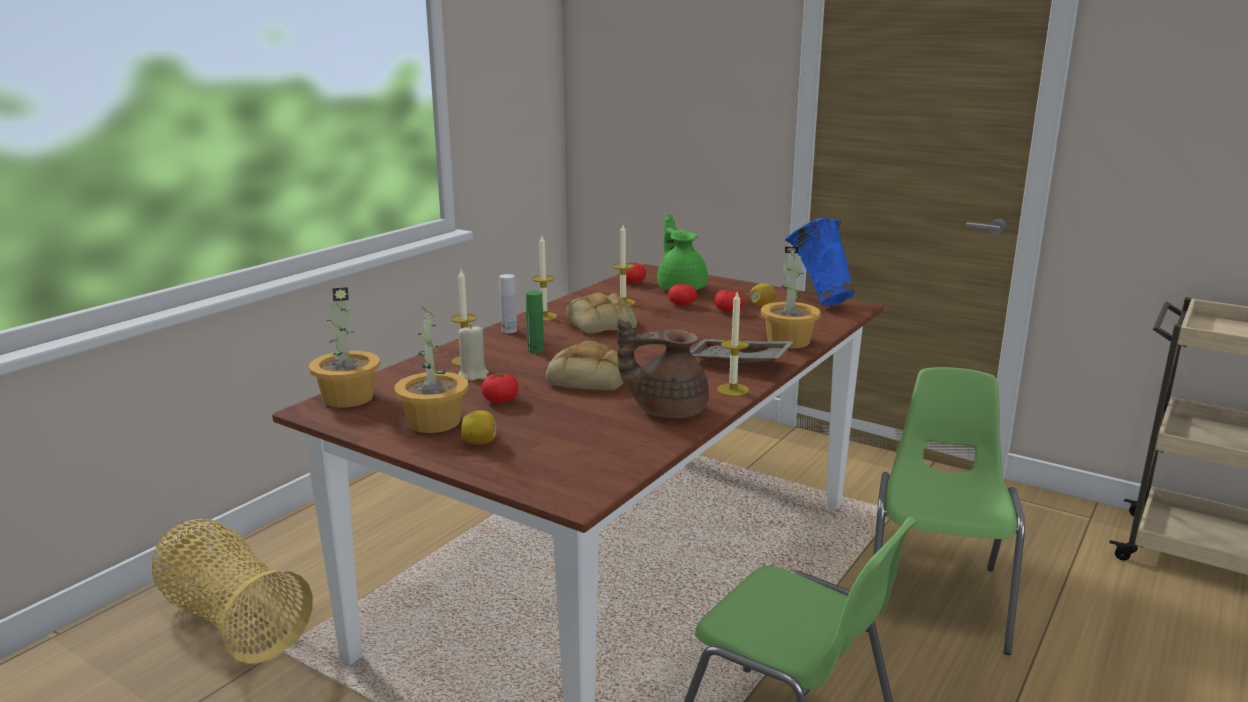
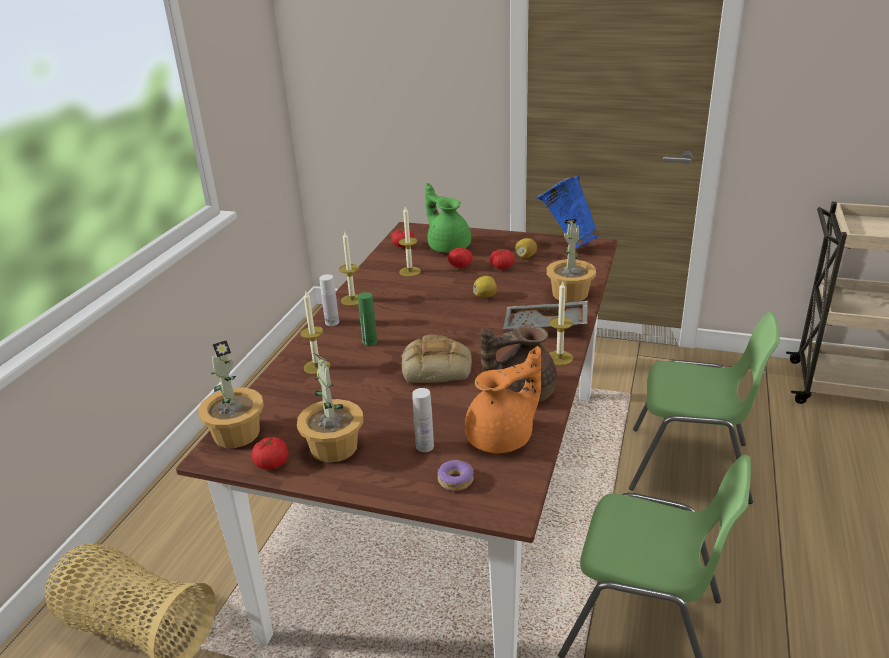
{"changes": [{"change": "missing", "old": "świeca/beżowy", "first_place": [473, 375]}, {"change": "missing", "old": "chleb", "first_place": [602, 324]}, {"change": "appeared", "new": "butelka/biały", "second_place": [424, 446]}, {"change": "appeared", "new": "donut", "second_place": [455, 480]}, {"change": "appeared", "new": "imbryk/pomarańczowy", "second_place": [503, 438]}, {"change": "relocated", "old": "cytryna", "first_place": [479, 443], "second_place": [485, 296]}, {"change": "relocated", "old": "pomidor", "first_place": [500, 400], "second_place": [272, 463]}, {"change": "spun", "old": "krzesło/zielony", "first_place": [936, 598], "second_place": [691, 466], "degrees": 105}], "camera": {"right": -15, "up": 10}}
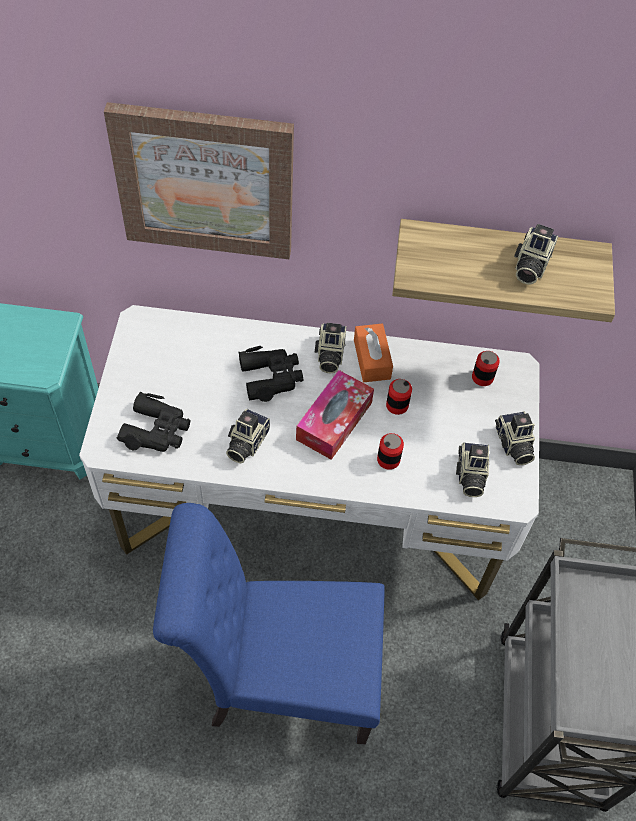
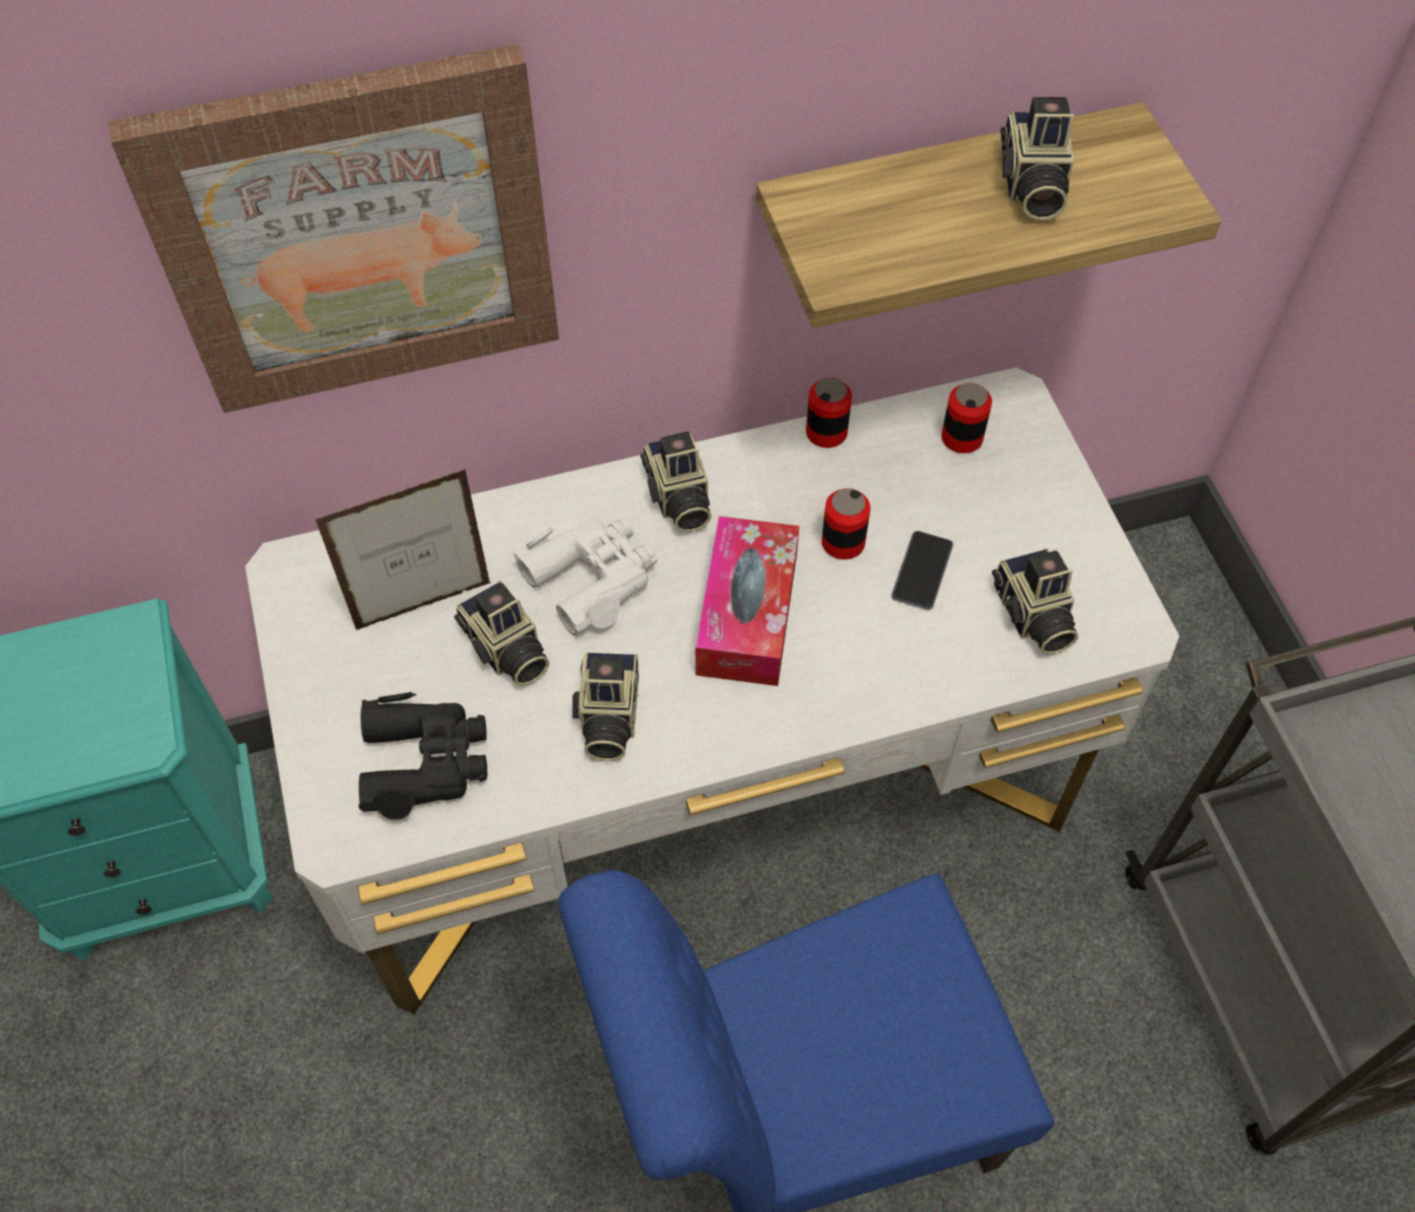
{"changes": [{"change": "missing", "old": "pudełko chusteczek/pomarańczowy", "first_place": [372, 359]}, {"change": "appeared", "new": "ramka na zdjęcie", "second_place": [424, 606]}, {"change": "appeared", "new": "telefon", "second_place": [922, 571]}, {"change": "relocated", "old": "puszka", "first_place": [388, 460], "second_place": [826, 432]}, {"change": "relocated", "old": "aparat fotograficzny", "first_place": [513, 445], "second_place": [505, 650]}, {"change": "colour", "old": "lornetka/czarny", "new": "lornetka/biały", "first_place": [271, 377], "second_place": [592, 578]}], "camera": {"right": -20, "up": 0}}
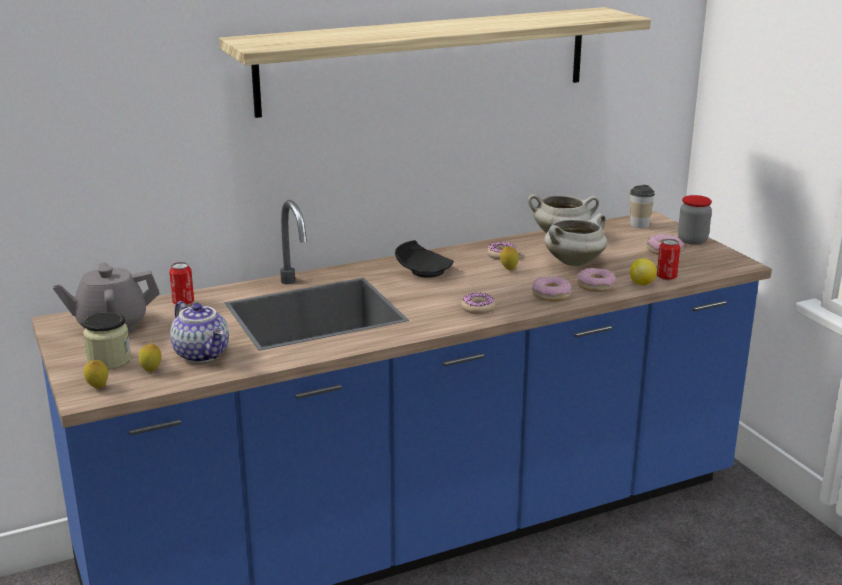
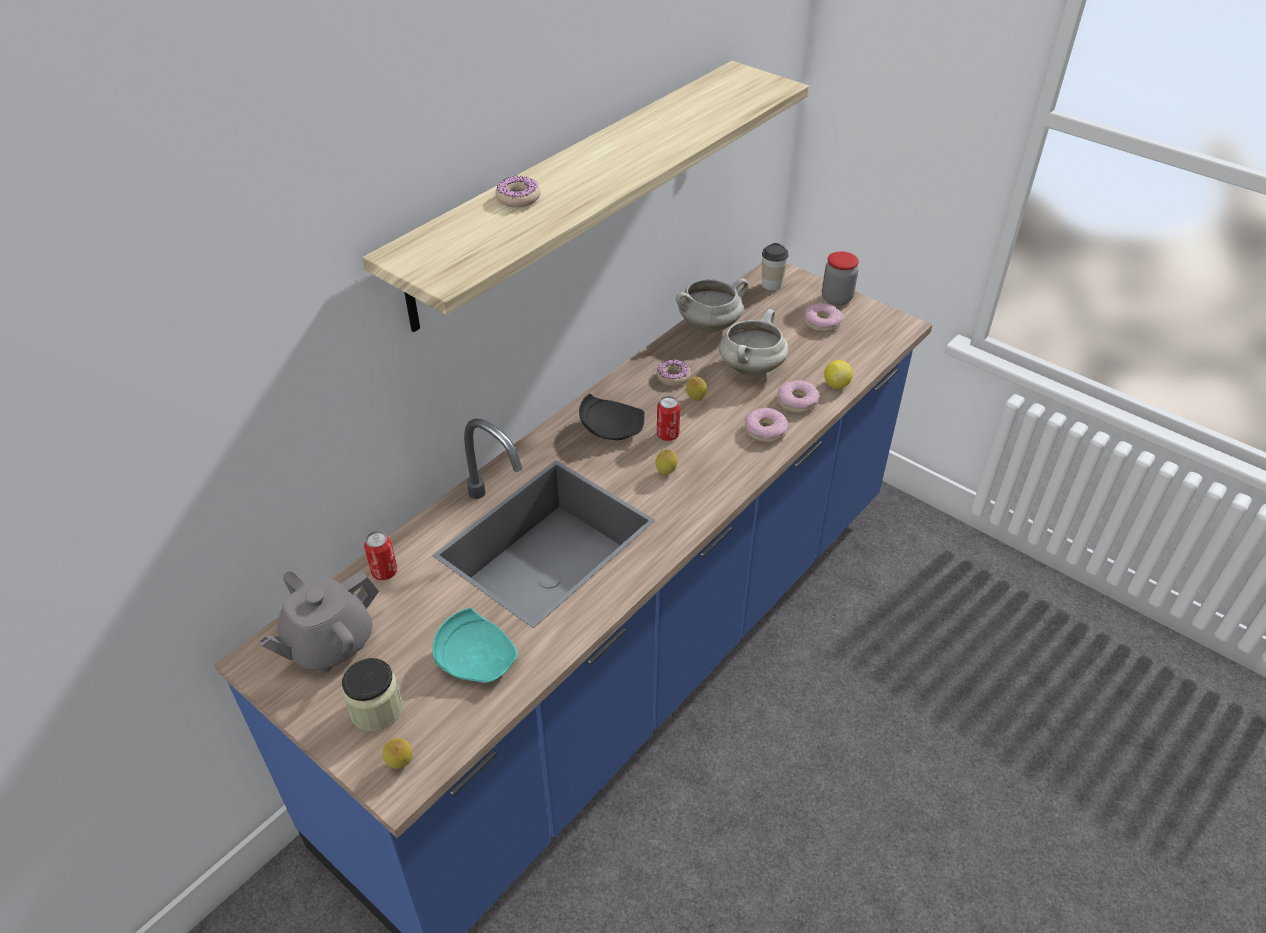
{"changes": [{"change": "relocated", "old": "cytryna", "first_place": [151, 371], "second_place": [666, 473]}, {"change": "relocated", "old": "donut", "first_place": [478, 308], "second_place": [518, 198]}, {"change": "relocated", "old": "puszka", "first_place": [666, 277], "second_place": [667, 435]}, {"change": "exchanged", "old": "imbryk", "new": "talerz/turkusowy", "first_place": [203, 354], "second_place": [477, 658]}], "camera": {"right": -25, "up": 20}}
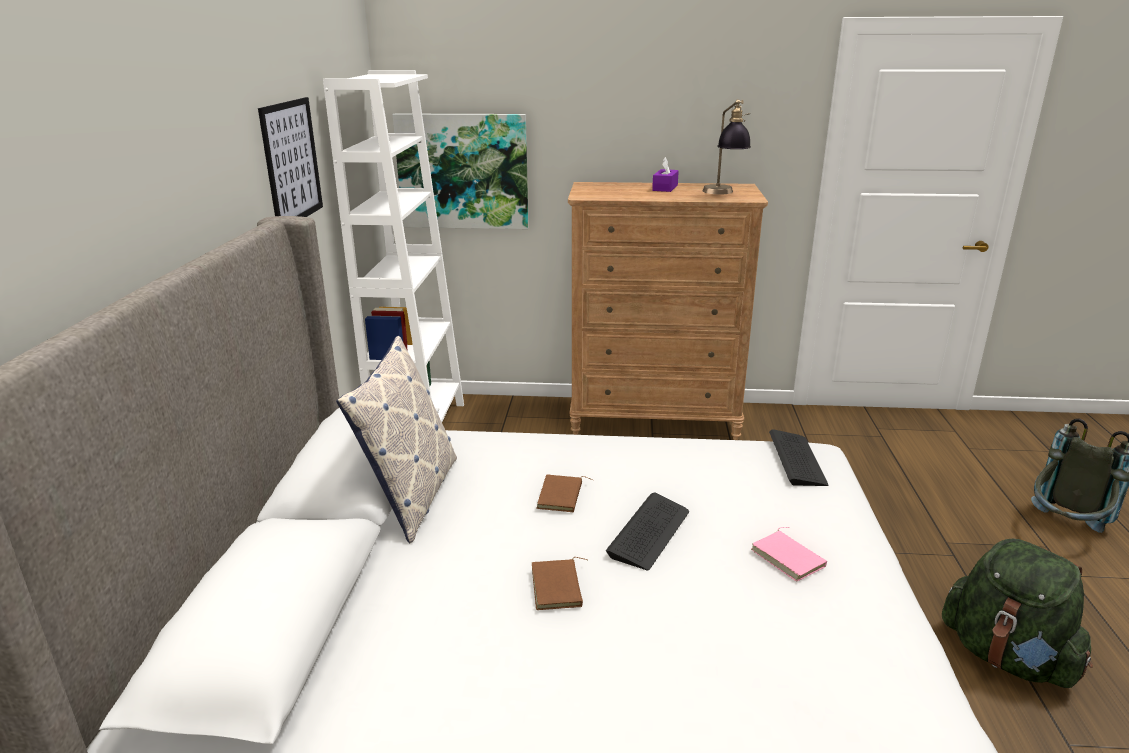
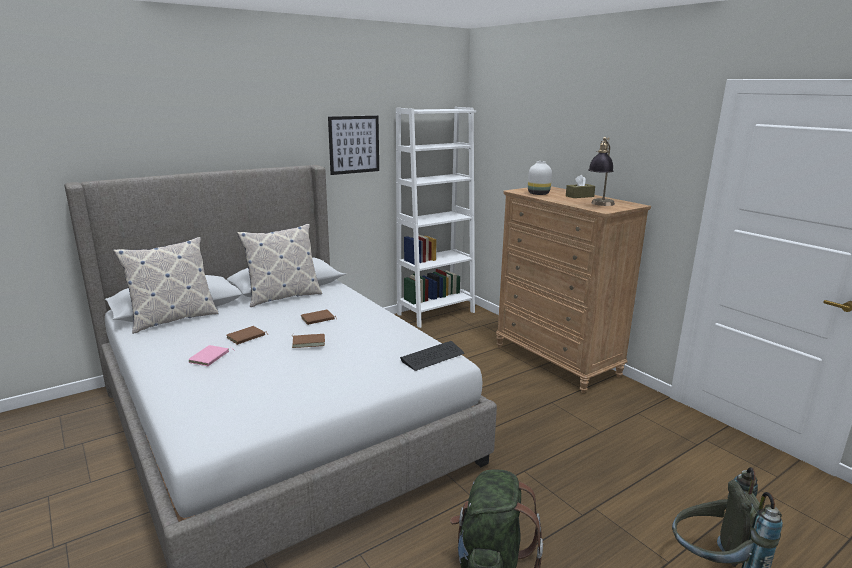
{"changes": [{"change": "missing", "old": "obraz", "first_place": [463, 171]}, {"change": "appeared", "new": "poduszka", "second_place": [173, 319]}, {"change": "appeared", "new": "wazon/biały", "second_place": [537, 194]}, {"change": "relocated", "old": "książka/różowy", "first_place": [789, 558], "second_place": [210, 358]}, {"change": "exchanged", "old": "klawiatura", "new": "książka/brązowy", "first_place": [649, 532], "second_place": [309, 342]}, {"change": "colour", "old": "pudełko chusteczek/fioletowy", "new": "pudełko chusteczek/brązowy", "first_place": [665, 188], "second_place": [579, 196]}], "camera": {"right": 50, "up": -5}}
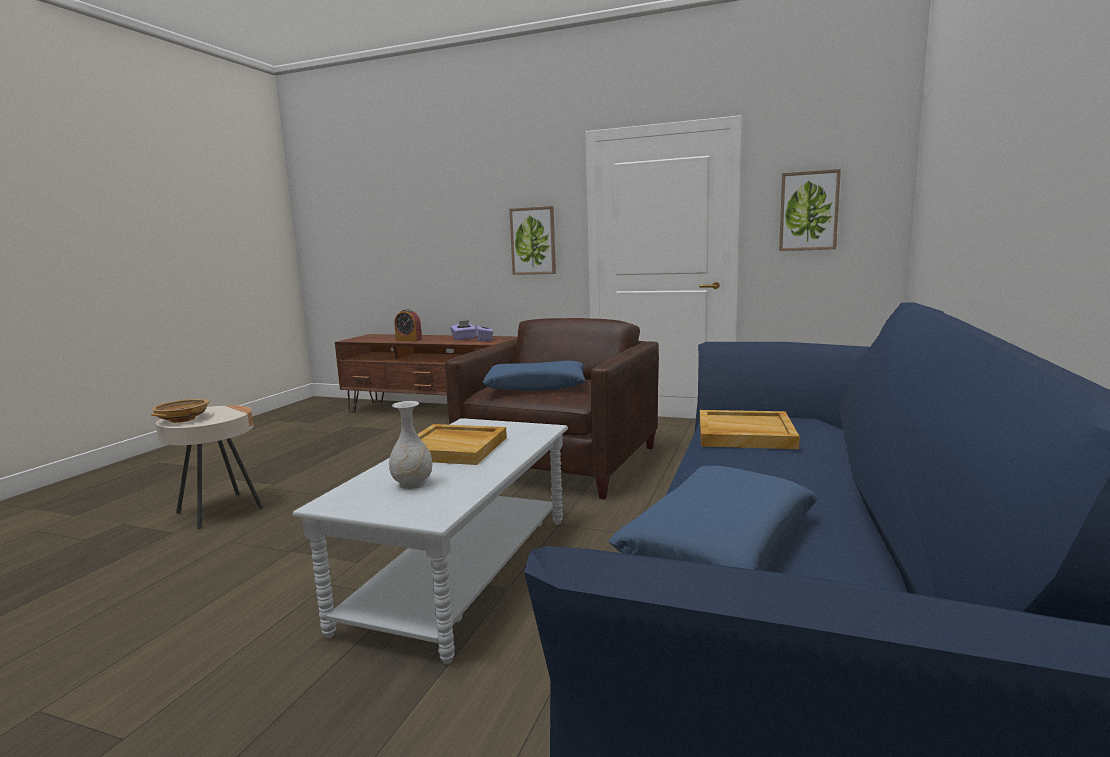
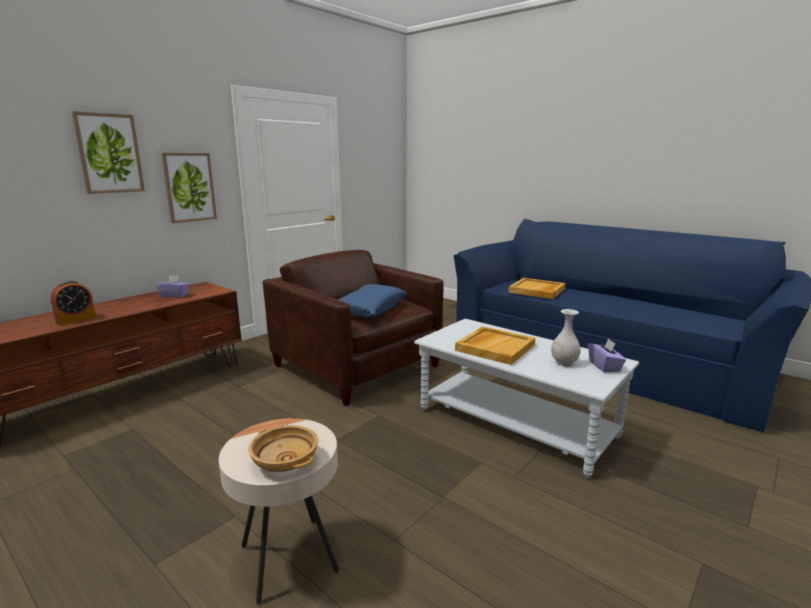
{"changes": [{"change": "missing", "old": "poduszka/niebieski", "first_place": [719, 543]}, {"change": "relocated", "old": "pudełko chusteczek/fioletowy", "first_place": [464, 338], "second_place": [605, 366]}, {"change": "relocated", "old": "obraz", "first_place": [808, 211], "second_place": [109, 153]}], "camera": {"right": -70, "up": 5}}
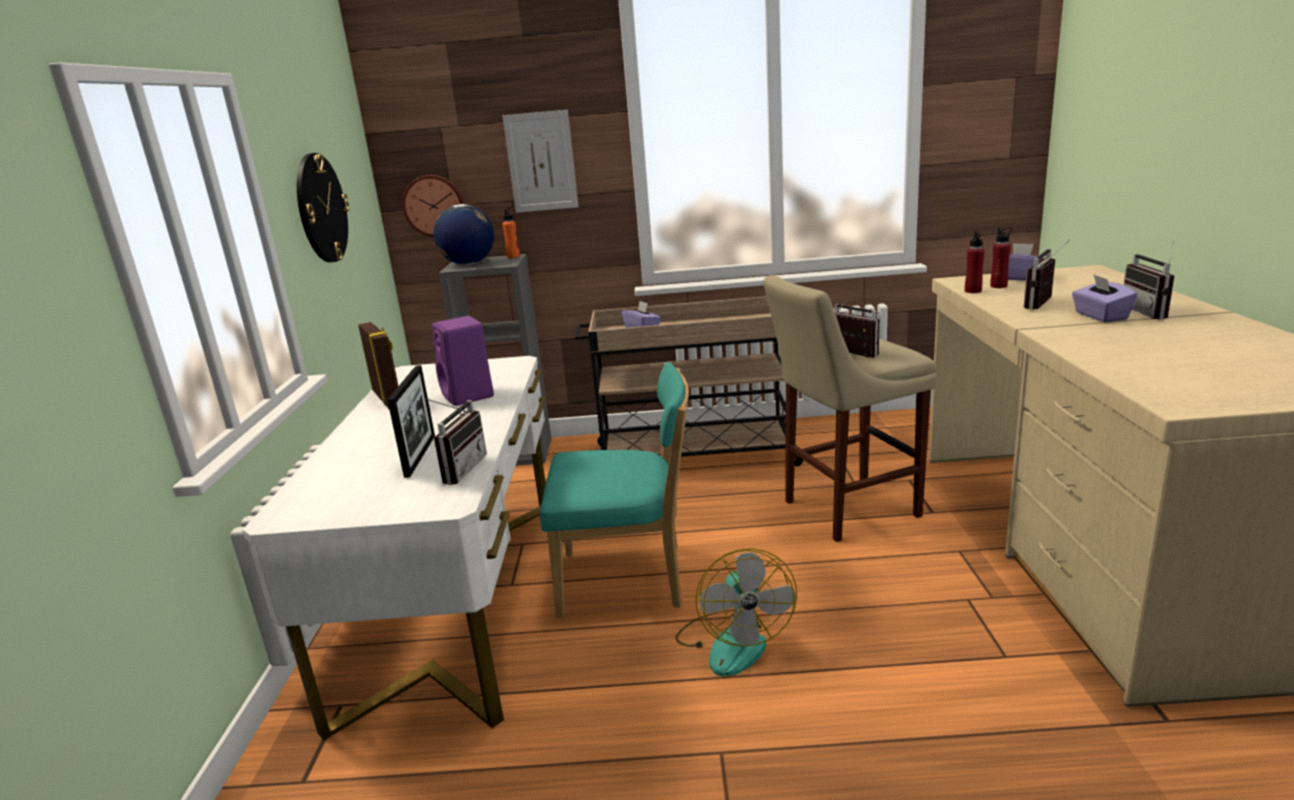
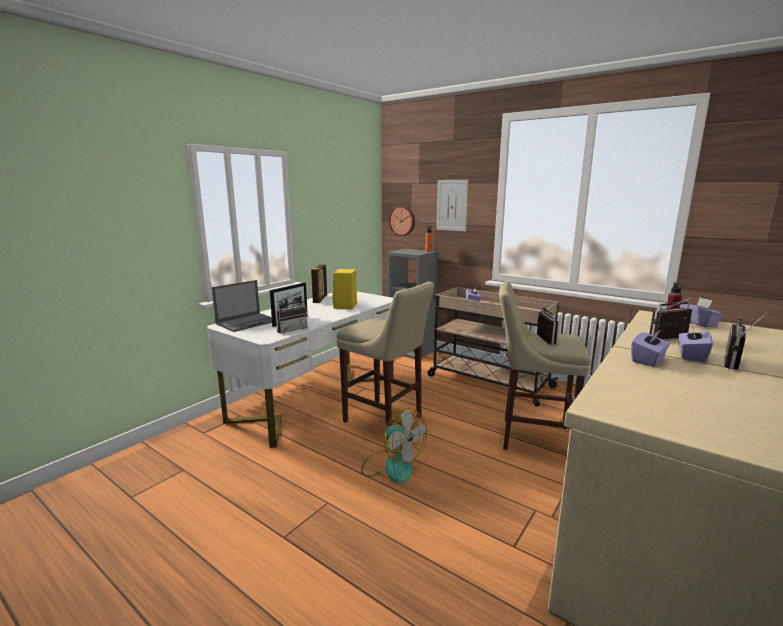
{"changes": [{"change": "missing", "old": "zegar ścienny", "first_place": [321, 208]}, {"change": "missing", "old": "globus", "first_place": [468, 264]}, {"change": "missing", "old": "butelka/czerwony", "first_place": [973, 291]}, {"change": "appeared", "new": "laptop", "second_place": [247, 322]}, {"change": "appeared", "new": "pudełko chusteczek/fioletowy", "second_place": [648, 360]}, {"change": "exchanged", "old": "krzesło/turkusowy", "new": "stołek/beżowy", "first_place": [628, 580], "second_place": [385, 420]}, {"change": "colour", "old": "głośnik/fioletowy", "new": "głośnik/żółty", "first_place": [469, 396], "second_place": [345, 306]}, {"change": "spun", "old": "wentylator", "first_place": [733, 641], "second_place": [392, 465], "degrees": -75}], "camera": {"right": 35, "up": -5}}
